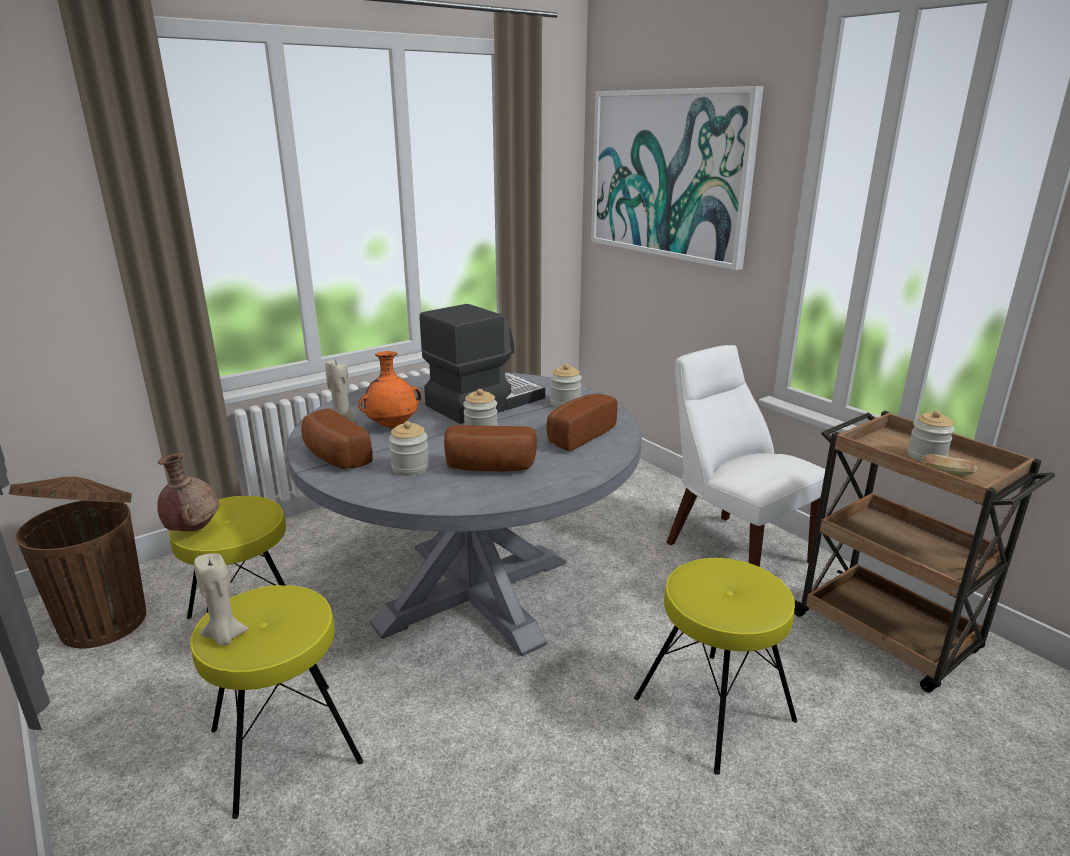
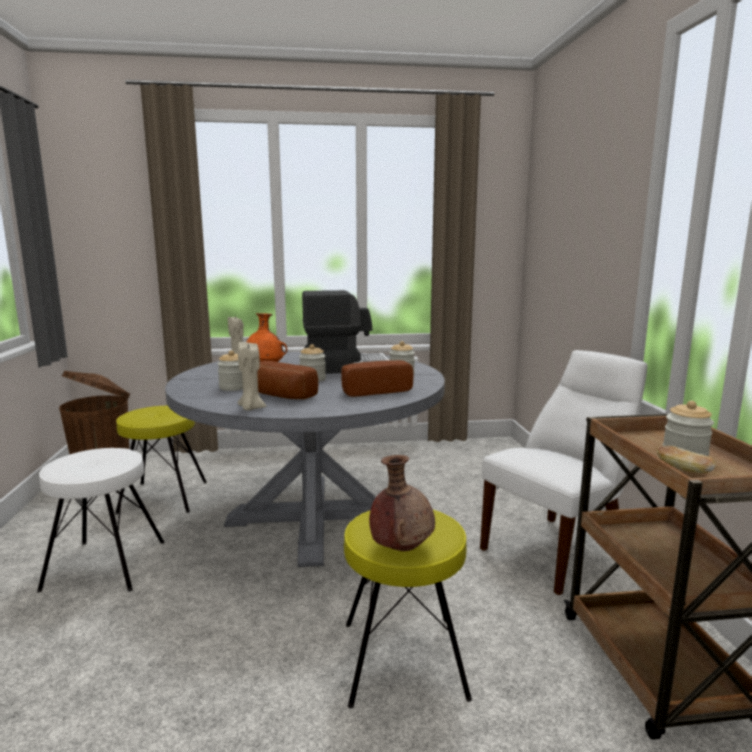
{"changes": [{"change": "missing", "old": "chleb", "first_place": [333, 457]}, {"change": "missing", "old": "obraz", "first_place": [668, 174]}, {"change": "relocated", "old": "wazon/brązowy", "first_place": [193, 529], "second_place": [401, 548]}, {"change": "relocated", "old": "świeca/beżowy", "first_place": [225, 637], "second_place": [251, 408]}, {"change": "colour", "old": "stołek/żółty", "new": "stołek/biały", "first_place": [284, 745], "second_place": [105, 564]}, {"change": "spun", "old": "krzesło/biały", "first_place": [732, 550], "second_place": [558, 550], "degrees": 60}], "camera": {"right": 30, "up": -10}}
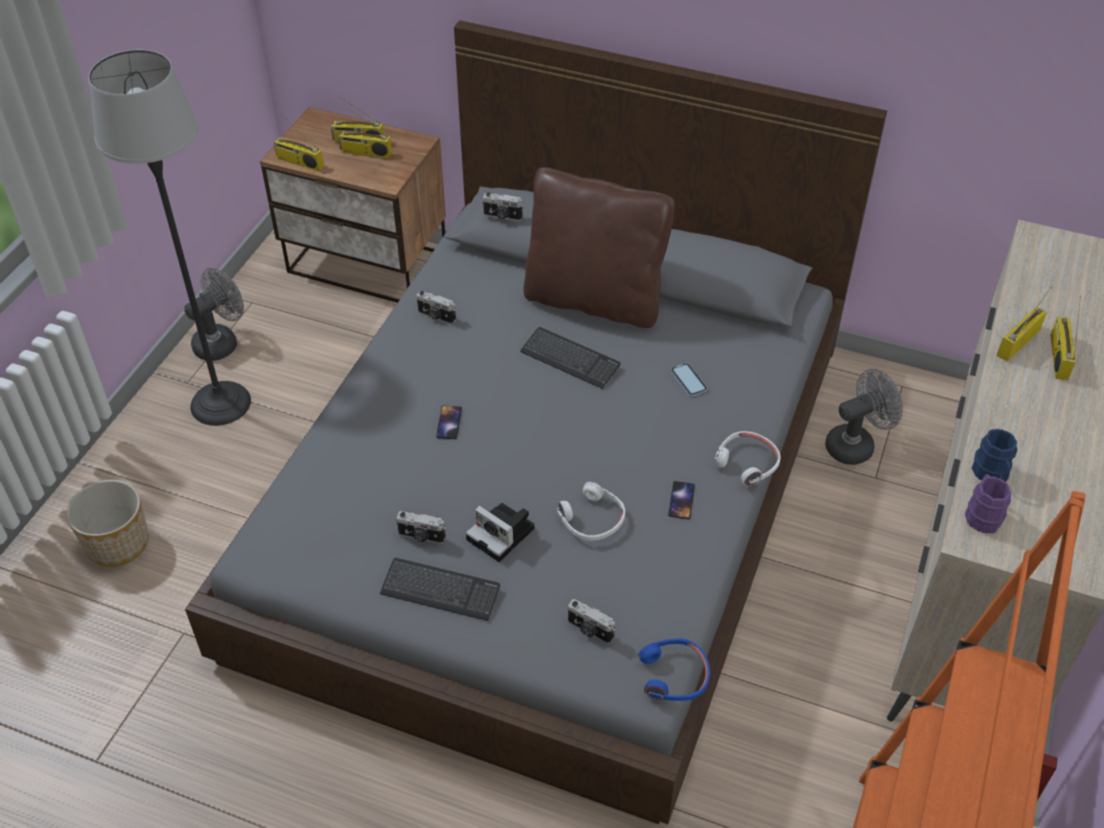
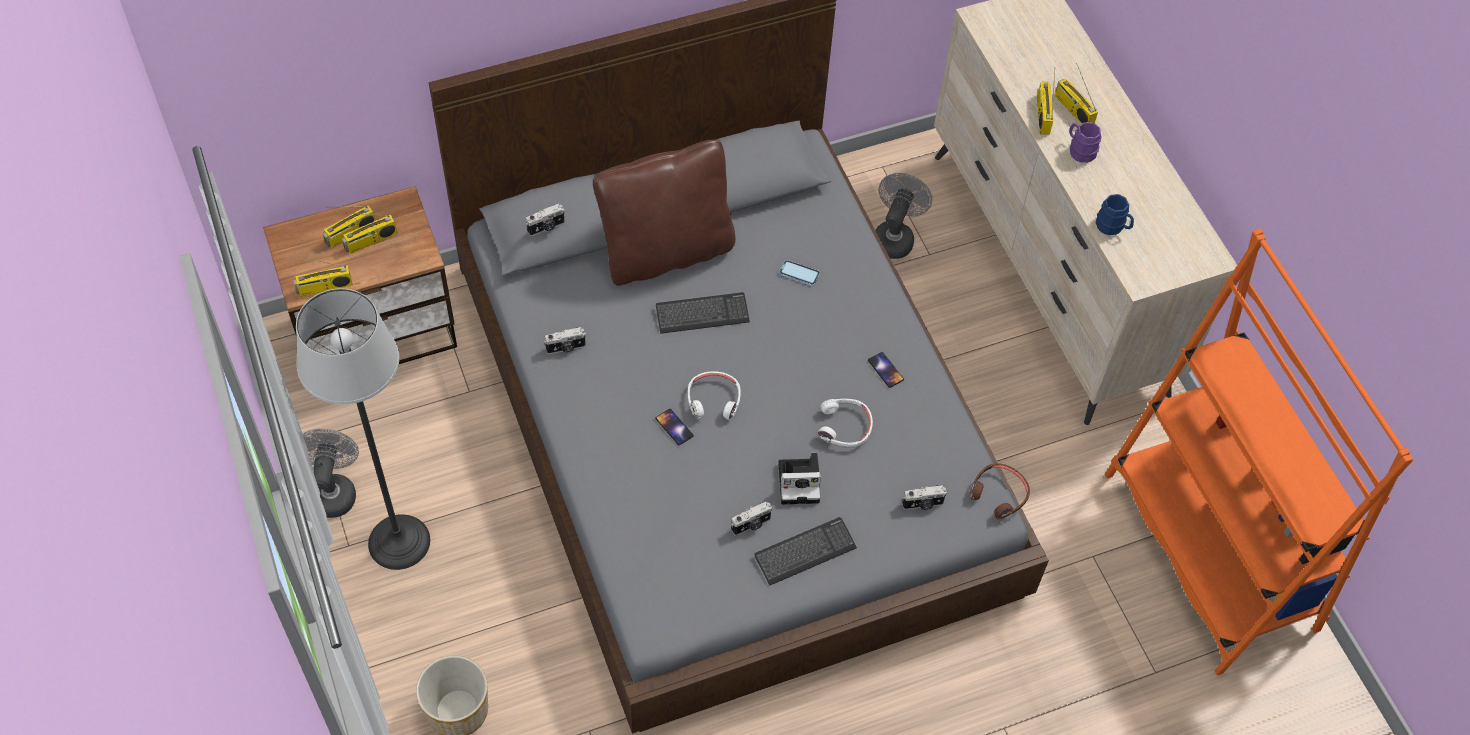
{"changes": [{"change": "relocated", "old": "słuchawki/biały", "first_place": [747, 463], "second_place": [713, 400]}, {"change": "relocated", "old": "kubek/fioletowy", "first_place": [982, 514], "second_place": [1079, 150]}, {"change": "colour", "old": "słuchawki/niebieski", "new": "słuchawki/brązowy", "first_place": [674, 675], "second_place": [999, 494]}], "camera": {"right": -45, "up": 10}}
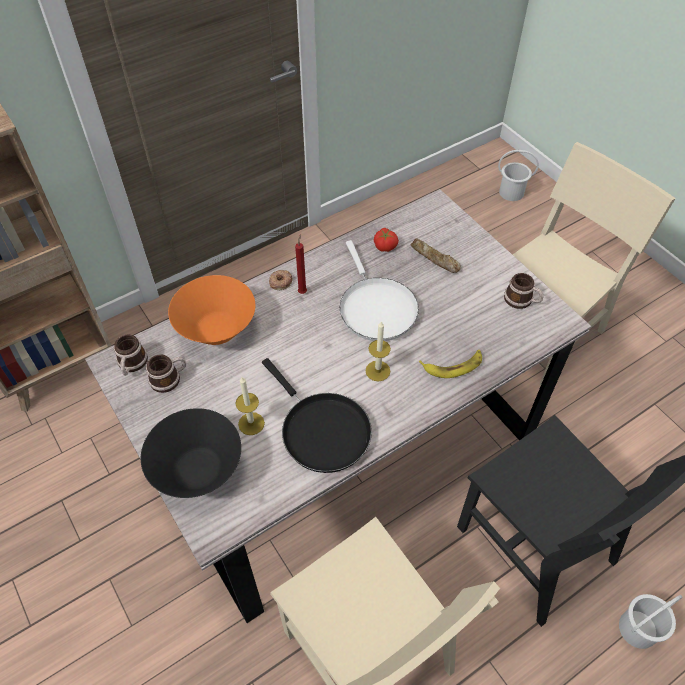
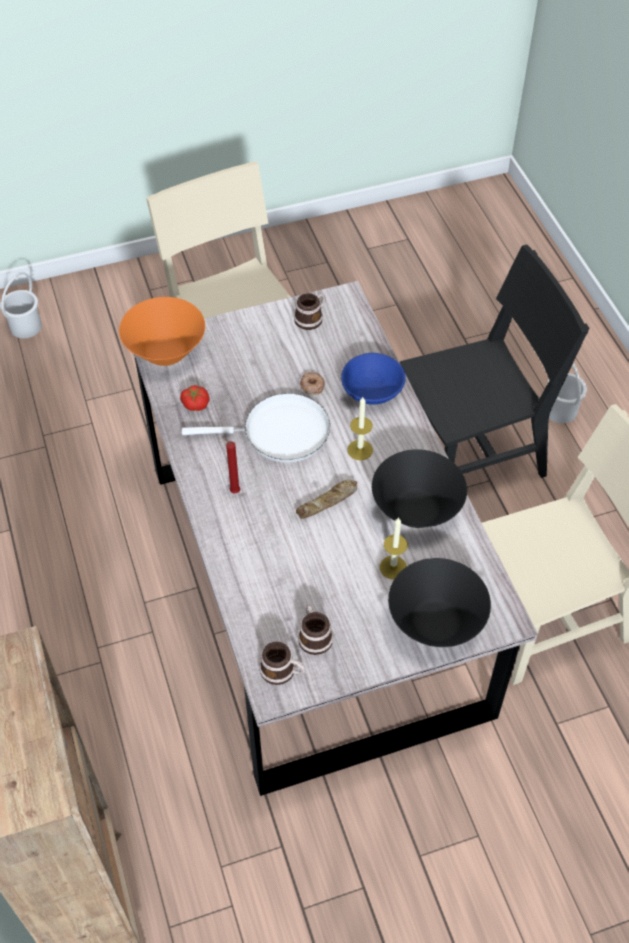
{"changes": [{"change": "relocated", "old": "miska/pomarańczowy", "first_place": [217, 329], "second_place": [166, 351]}, {"change": "relocated", "old": "donut", "first_place": [280, 281], "second_place": [312, 385]}, {"change": "relocated", "old": "chleb", "first_place": [435, 259], "second_place": [328, 502]}, {"change": "exchanged", "old": "patelnia/czarny", "new": "miska/czarny", "first_place": [321, 430], "second_place": [416, 510]}, {"change": "exchanged", "old": "banan", "new": "miska/niebieski", "first_place": [453, 365], "second_place": [371, 391]}], "camera": {"right": -75, "up": 0}}
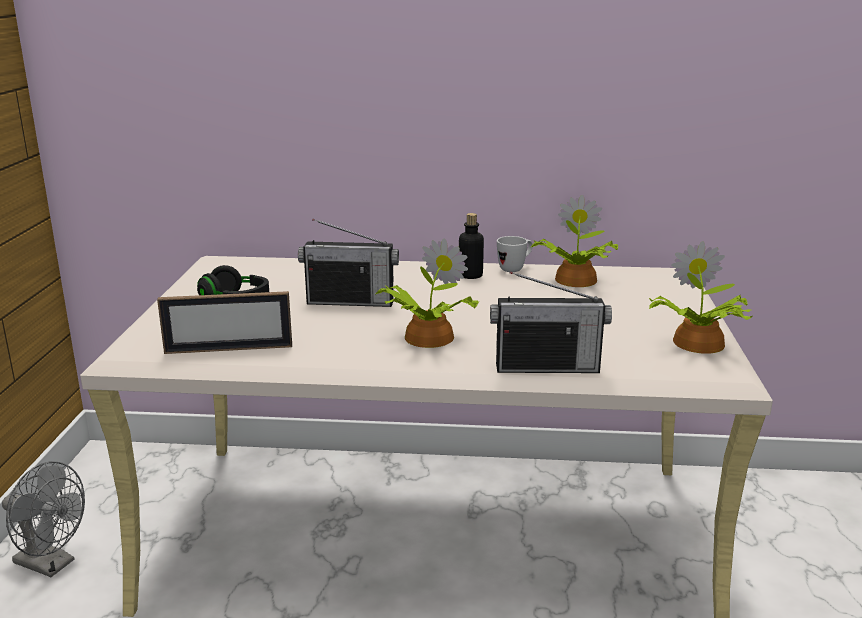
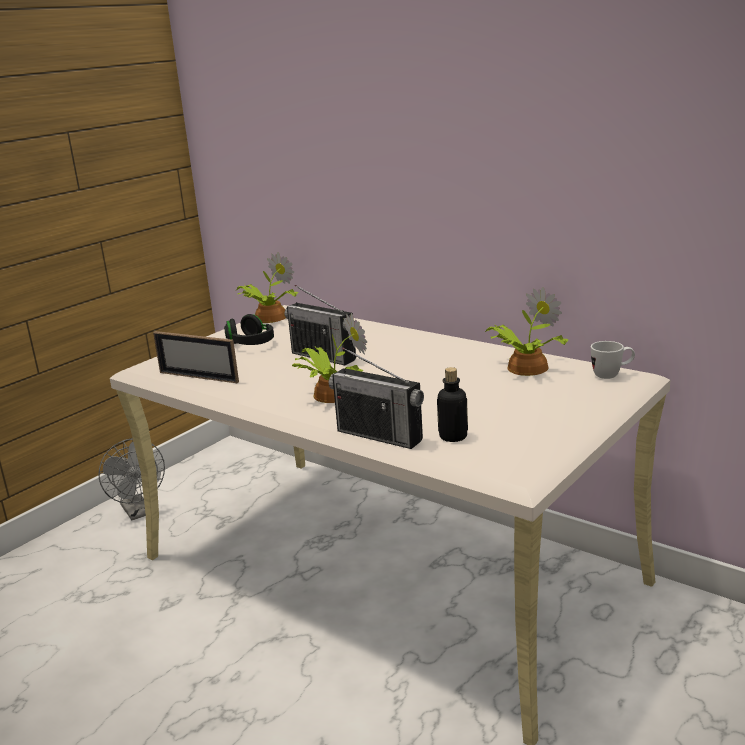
{"changes": [{"change": "relocated", "old": "butelka", "first_place": [470, 275], "second_place": [453, 436]}, {"change": "relocated", "old": "kubek/biały", "first_place": [515, 268], "second_place": [612, 375]}, {"change": "relocated", "old": "roślina doniczkowa", "first_place": [697, 343], "second_place": [268, 318]}], "camera": {"right": 35, "up": 0}}
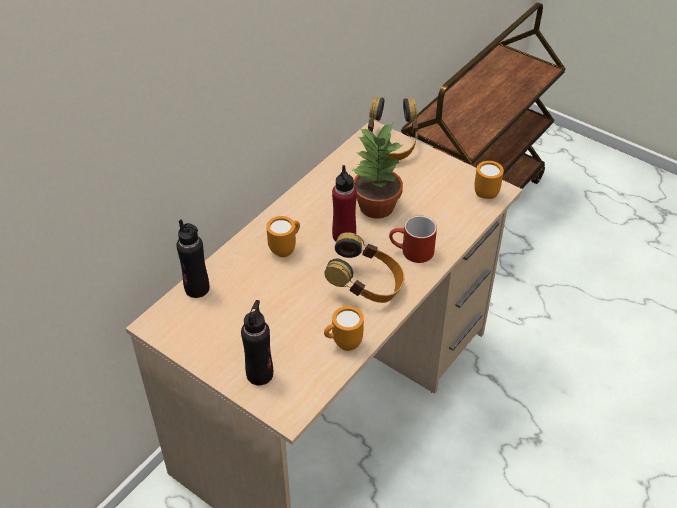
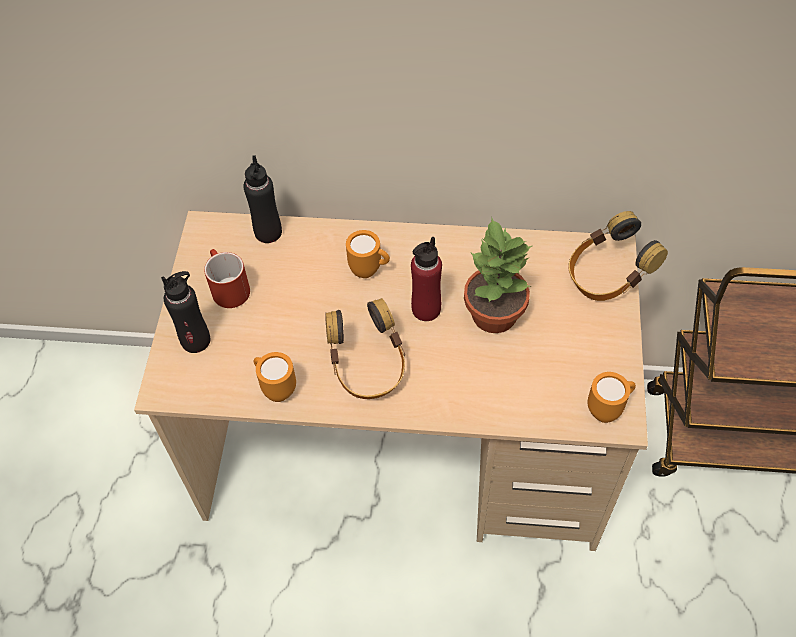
{"changes": [{"change": "relocated", "old": "kubek/czerwony", "first_place": [411, 252], "second_place": [226, 287]}], "camera": {"right": 60, "up": 10}}
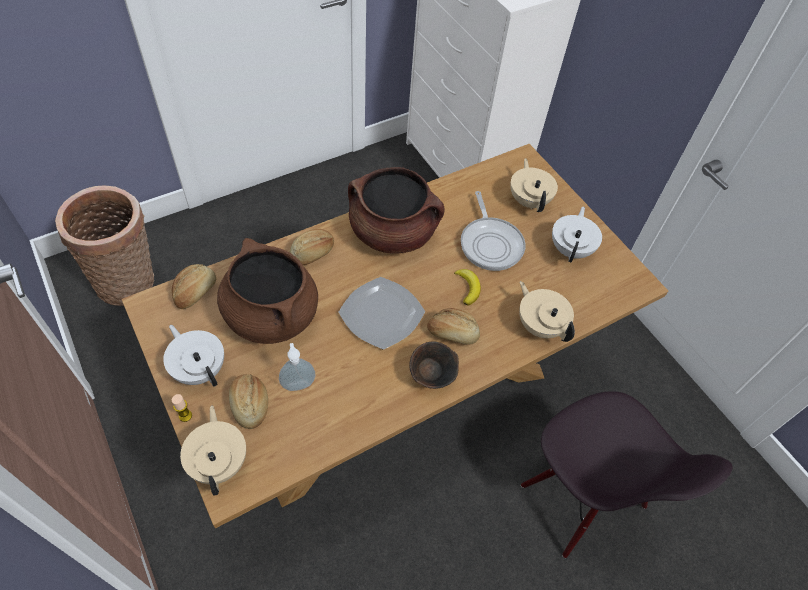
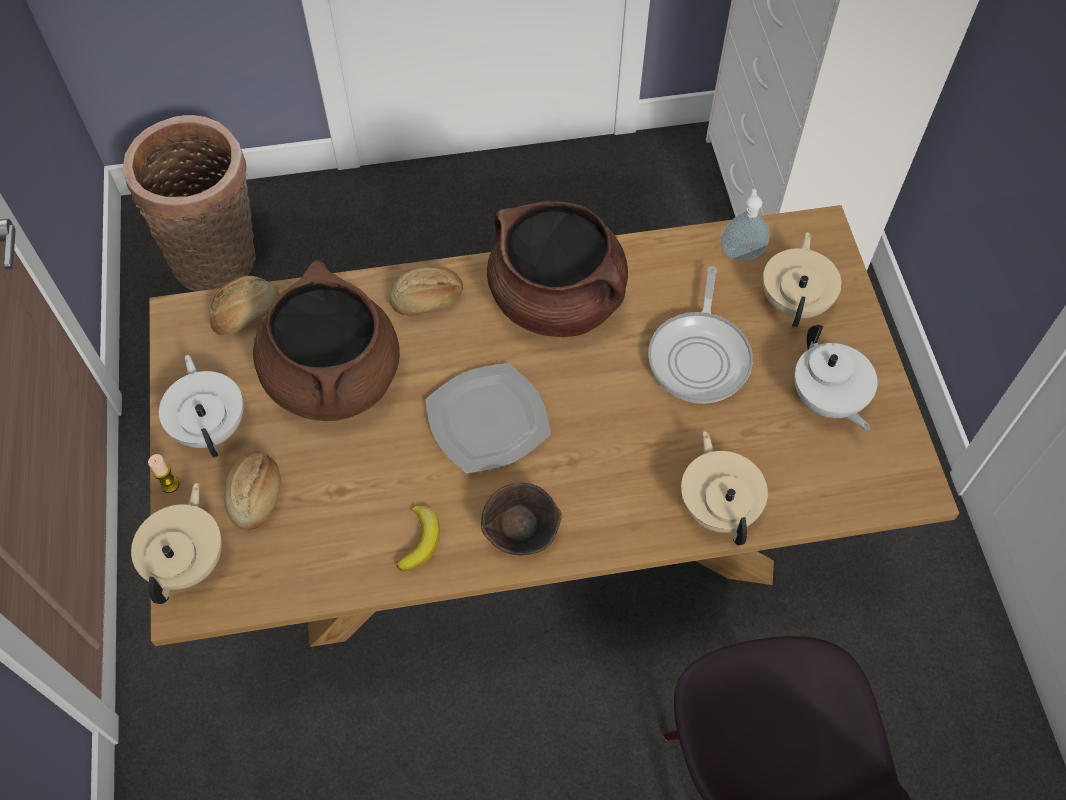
{"changes": [{"change": "missing", "old": "chleb", "first_place": [452, 333]}, {"change": "relocated", "old": "dozownik mydła", "first_place": [298, 384], "second_place": [740, 253]}, {"change": "relocated", "old": "banan", "first_place": [468, 288], "second_place": [420, 540]}, {"change": "spun", "old": "imbryk/biały", "first_place": [571, 249], "second_place": [826, 400], "degrees": 120}], "camera": {"right": 25, "up": 5}}
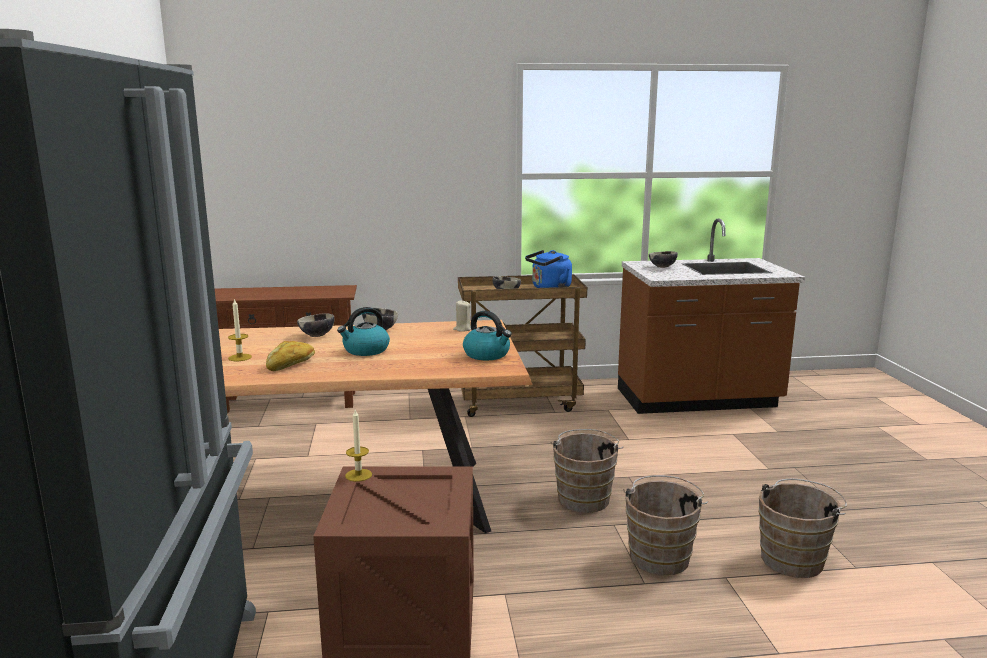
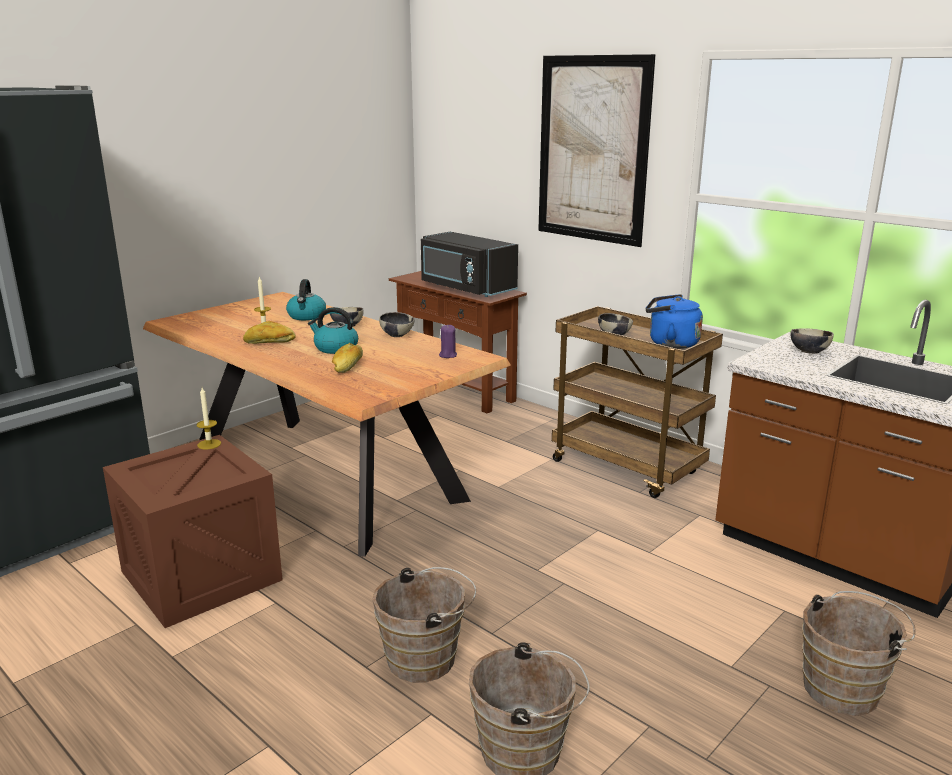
{"changes": [{"change": "appeared", "new": "chleb", "second_place": [348, 366]}, {"change": "appeared", "new": "mikrofalówka/czarny", "second_place": [465, 288]}, {"change": "appeared", "new": "obraz", "second_place": [592, 150]}, {"change": "relocated", "old": "czajnik", "first_place": [487, 355], "second_place": [307, 316]}, {"change": "relocated", "old": "wiadro/brązowy", "first_place": [584, 497], "second_place": [845, 688]}, {"change": "colour", "old": "świeca/beżowy", "new": "świeca/fioletowy", "first_place": [462, 329], "second_place": [447, 355]}], "camera": {"right": 50, "up": 5}}
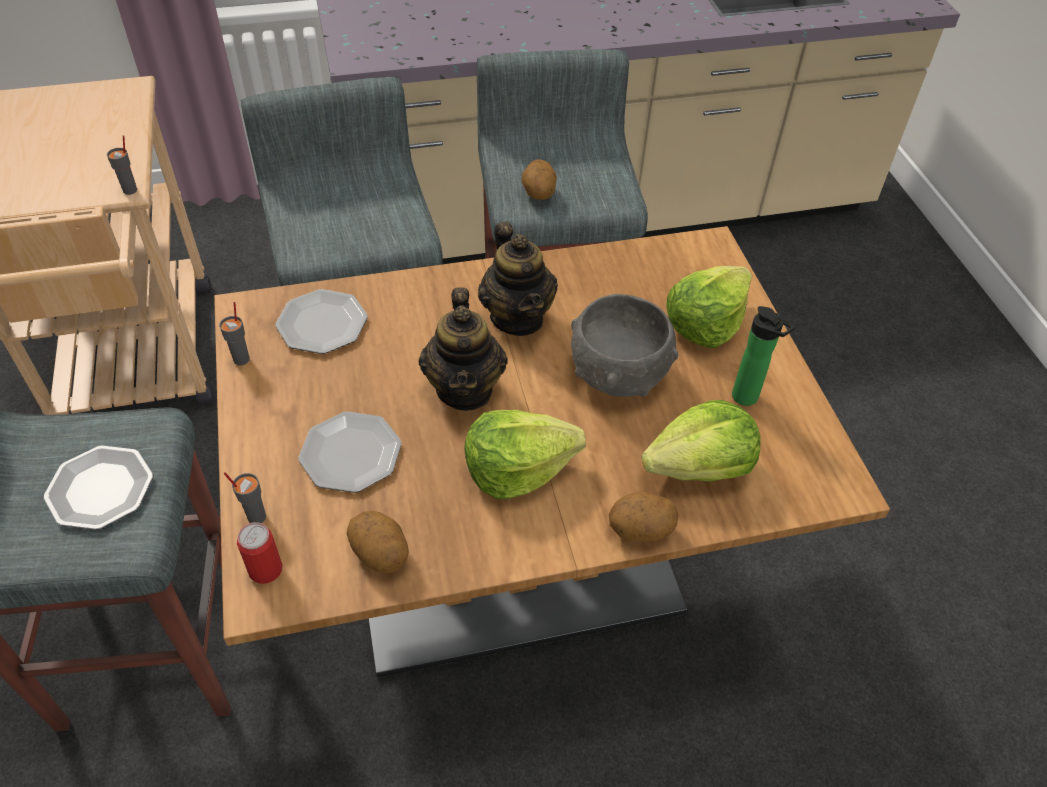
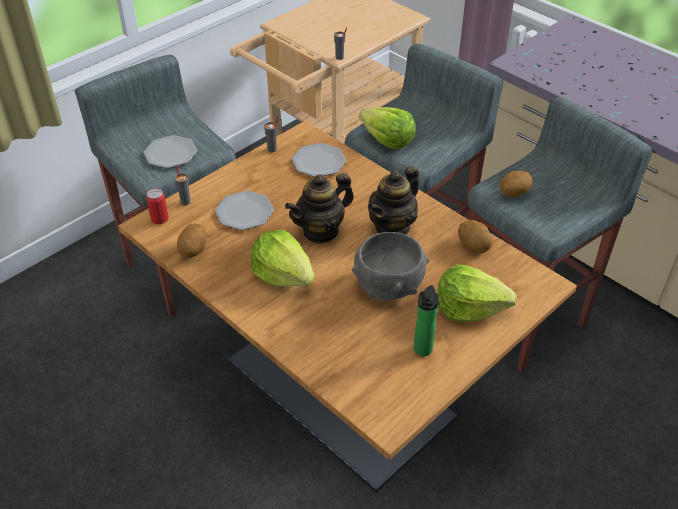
{"changes": [{"change": "relocated", "old": "ziemniak", "first_place": [640, 530], "second_place": [474, 246]}, {"change": "relocated", "old": "sałata", "first_place": [700, 467], "second_place": [387, 141]}], "camera": {"right": 60, "up": -5}}
